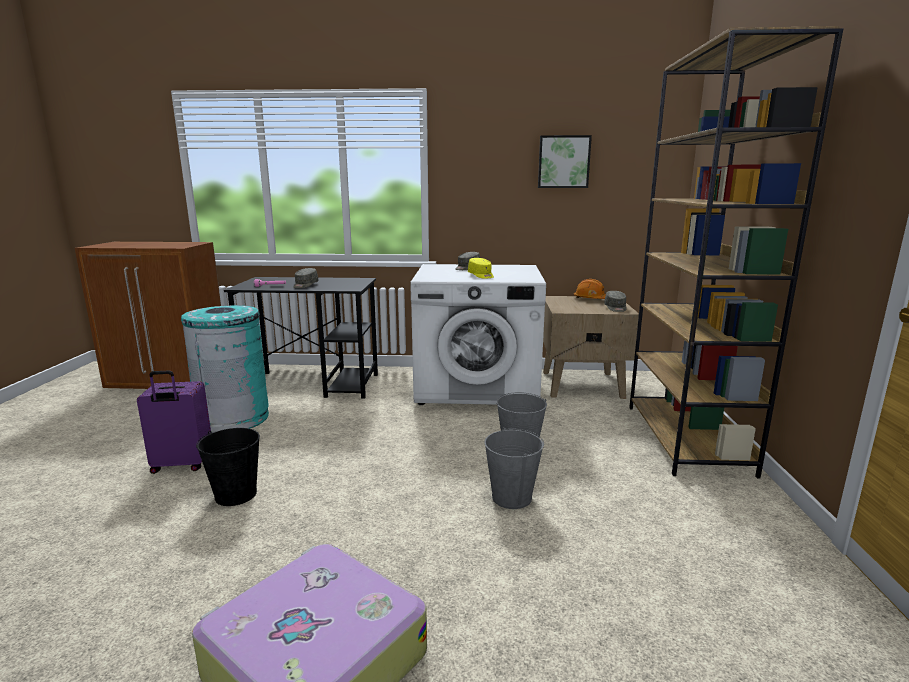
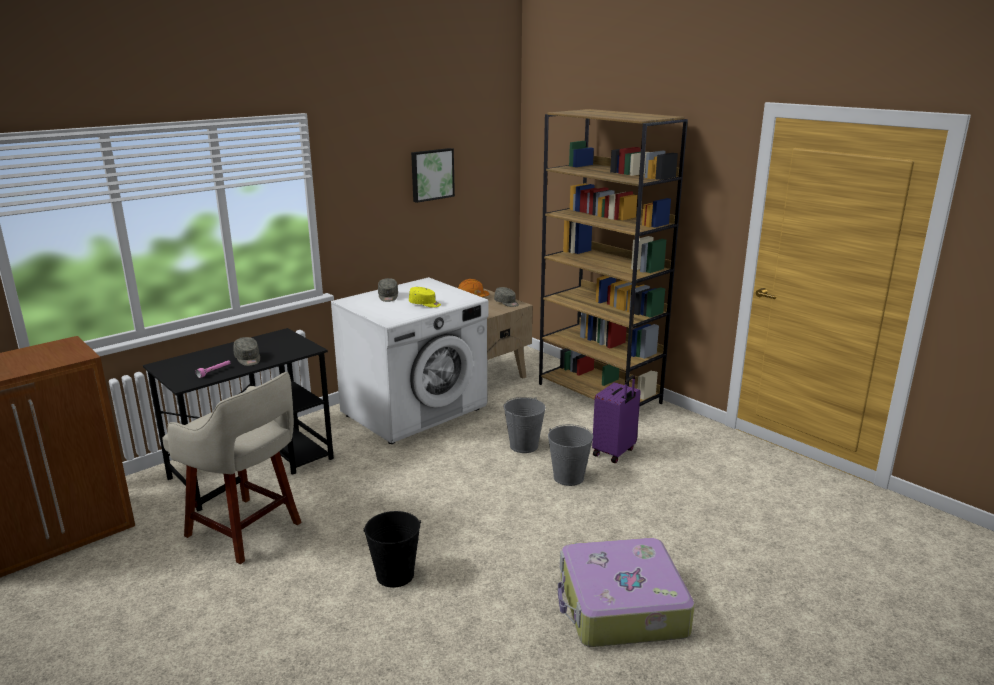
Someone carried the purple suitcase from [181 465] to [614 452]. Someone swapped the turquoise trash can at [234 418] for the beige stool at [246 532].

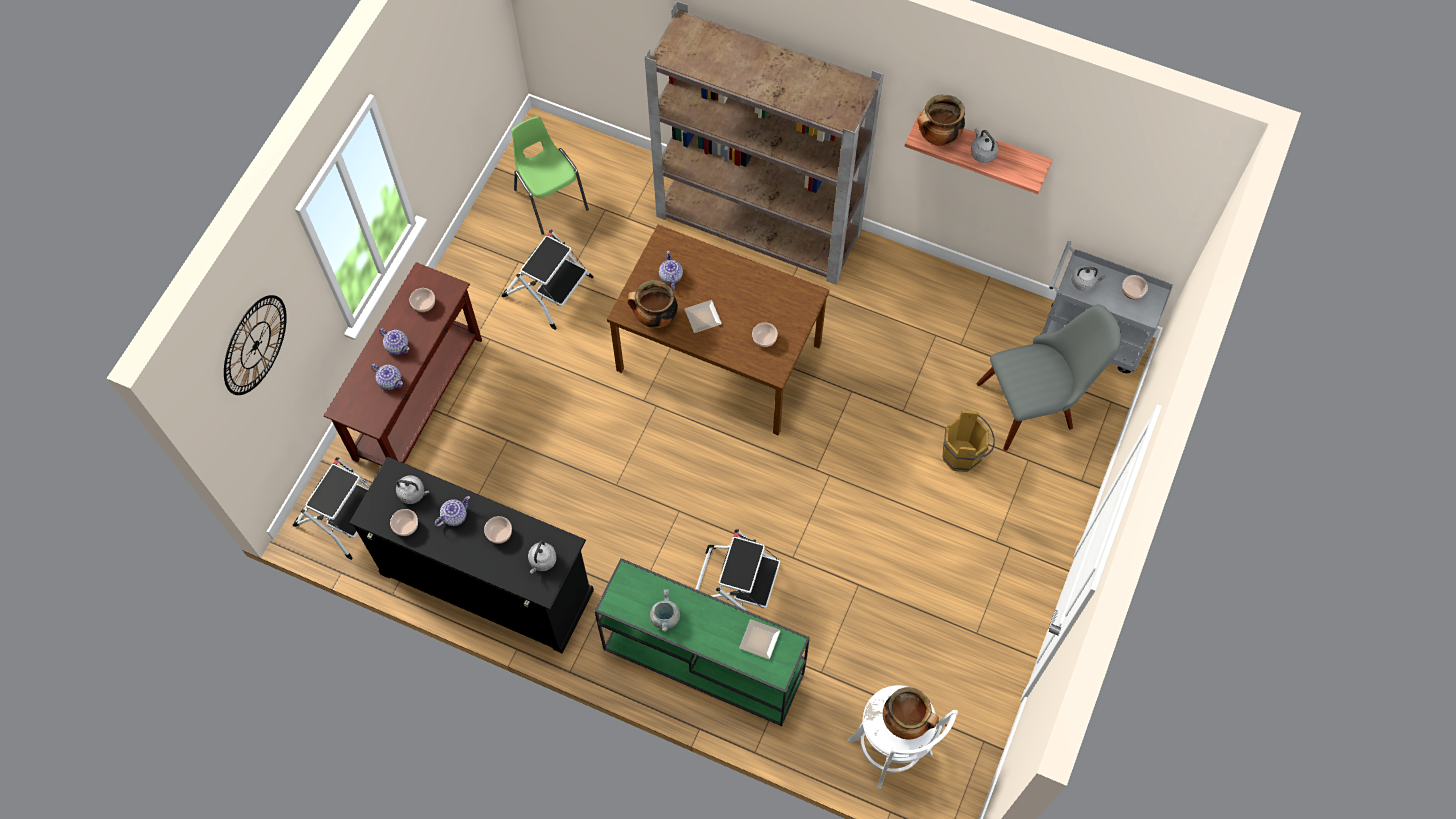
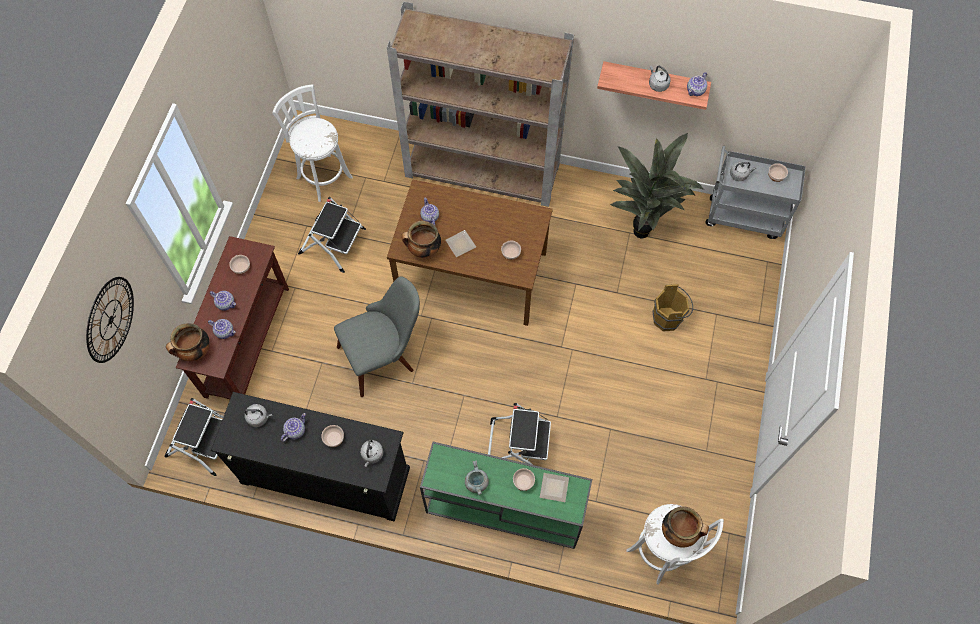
Someone put down the potted plant at [643 228]. Someone put down the teapot at [696 90]. Someone carried the bowl from [406 526] to [523 481]. Someone carried the cooking pot from [937 138] to [195 352]. Someone carried the grey chair from [1037 402] to [384 354]. Someone swapped the green chair at [550 199] for the white stool at [322 176].

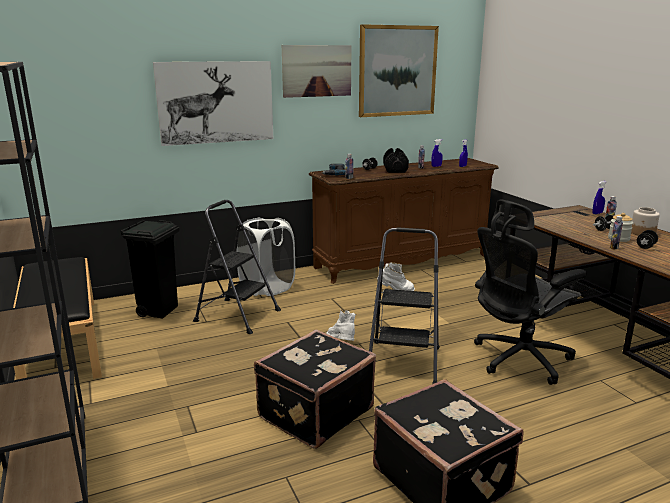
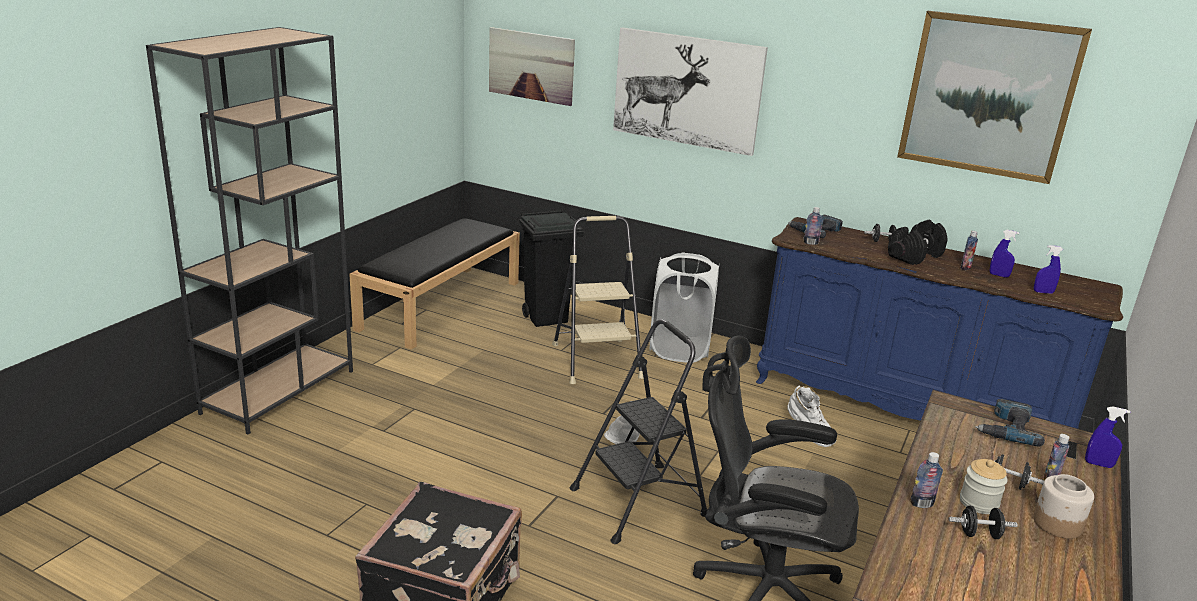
Someone took away the black suitcase at [314 412]. Someone put down the power drill at [1006 428]. Someone carried the picture from [317 71] to [531 66]. Someone repainted the black step ladder at [235 314], which became the beige step ladder at [596 358]. Someone repainted the brown cabinet at [403 262], which became the blue cabinet at [906 409].

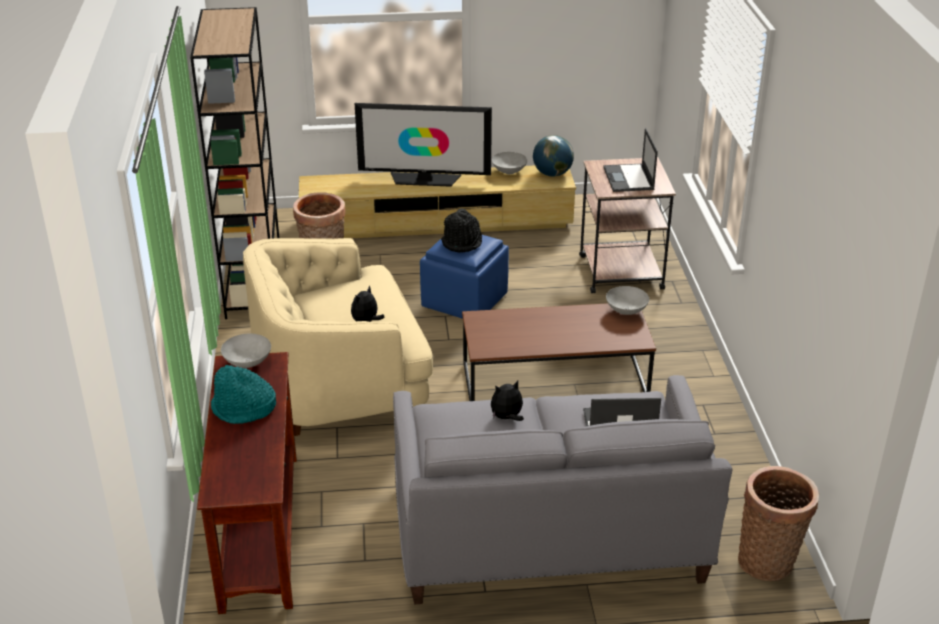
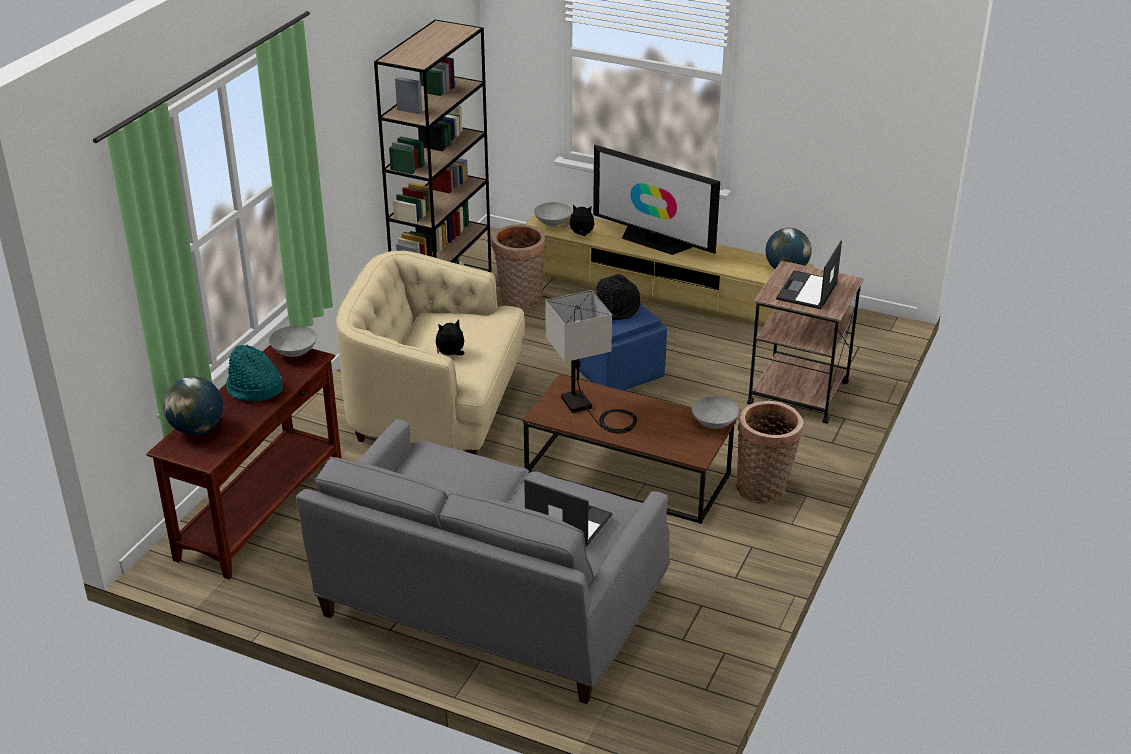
Someone put down the globe at [197 429]. Someone put down the table lamp at [593 411]. Someone carried the plush toy from [507 418] to [581 234]. Someone carried the grey bowl from [509 172] to [553 224]. Someone carried the basket from [769 561] to [764 489].

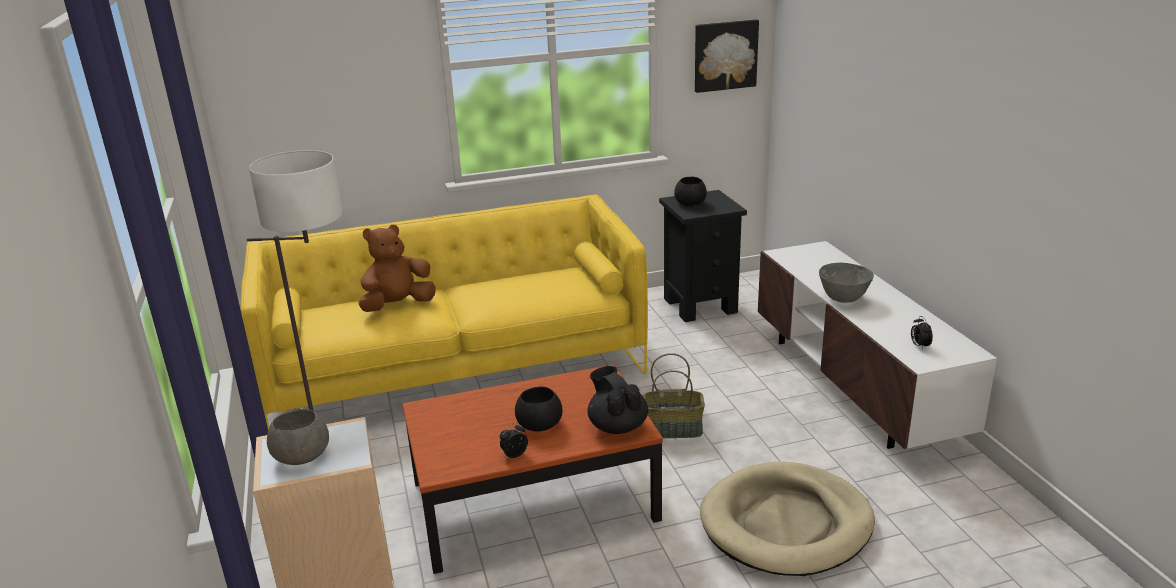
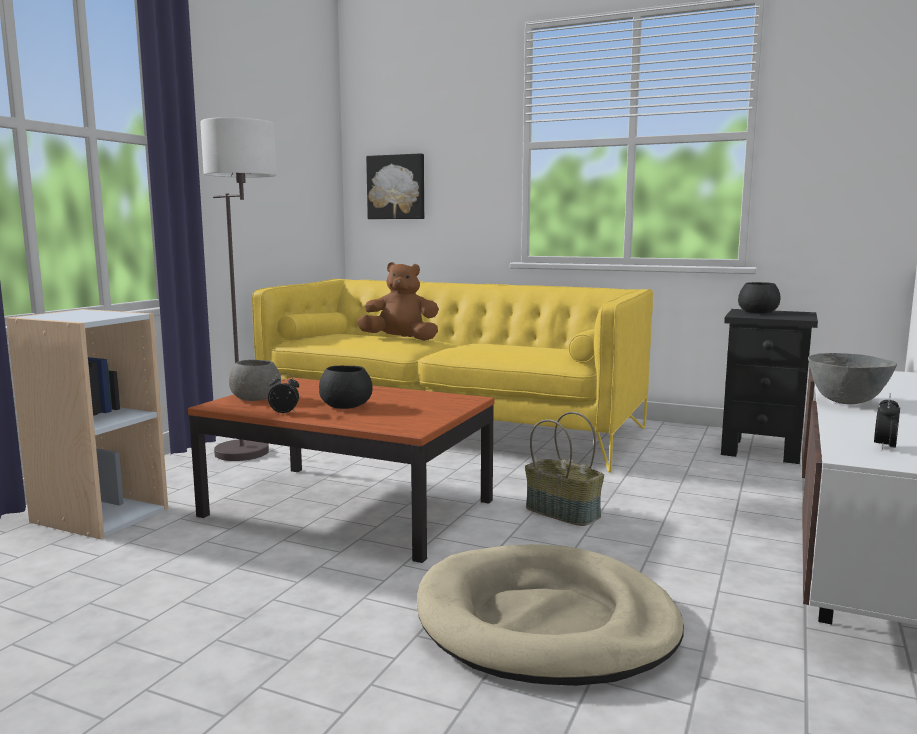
Someone took away the black teapot at [617 426]. Someone carried the grey bowl from [300 456] to [255 398]. Someone carried the picture from [725 55] to [396 187].

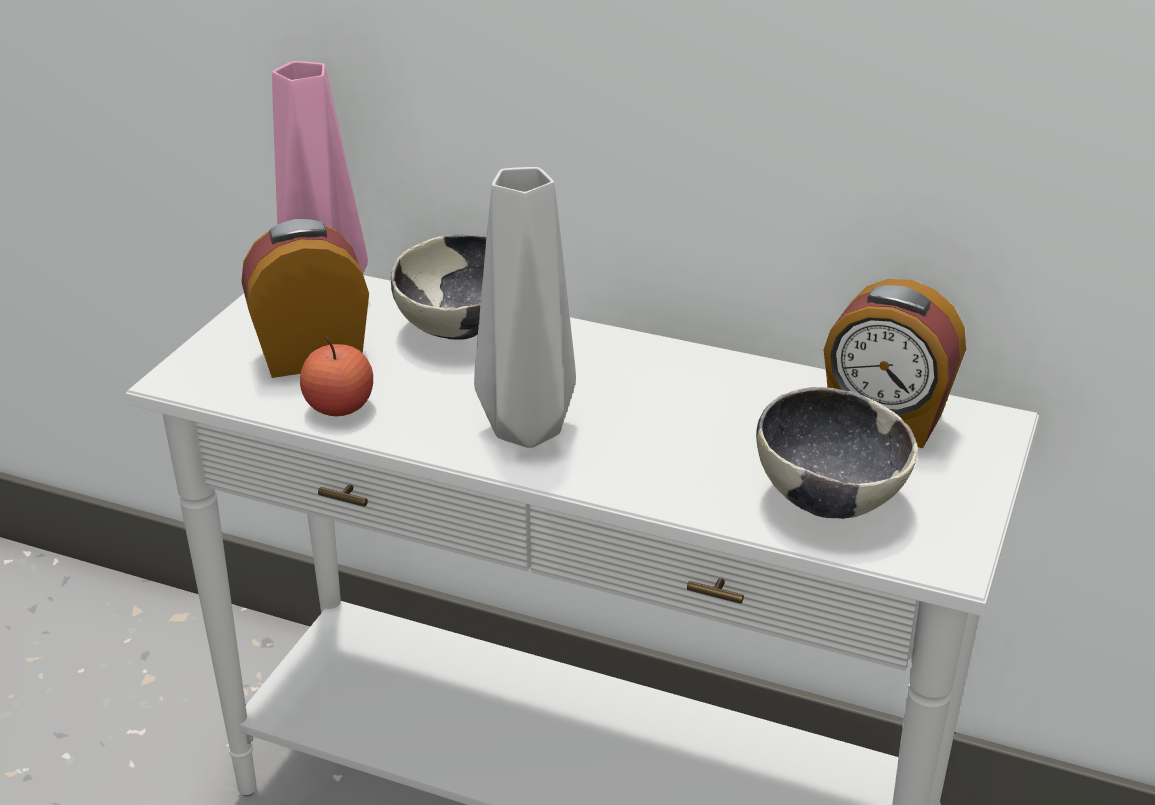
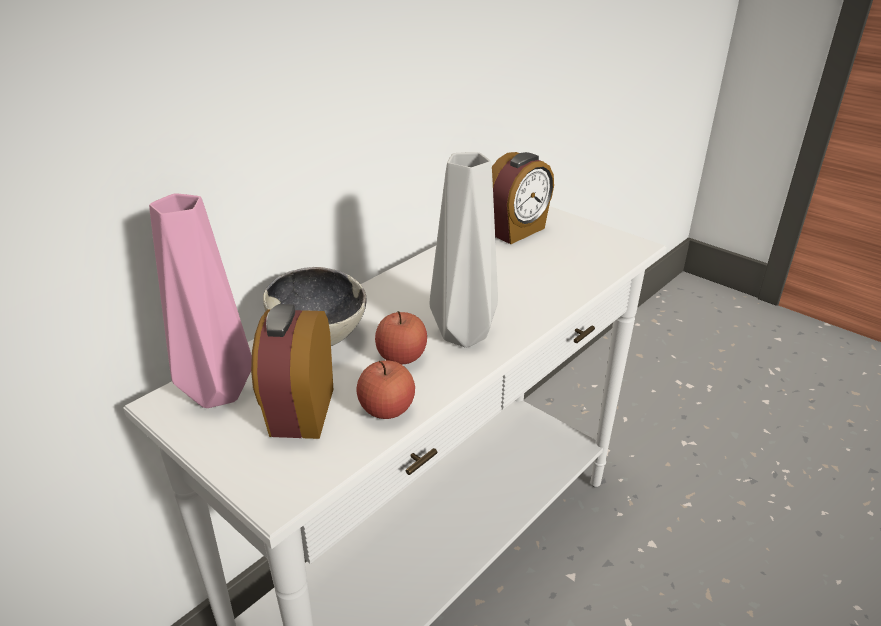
Someone took away the bowl at [829 498]. Someone put down the apple at [401 357].

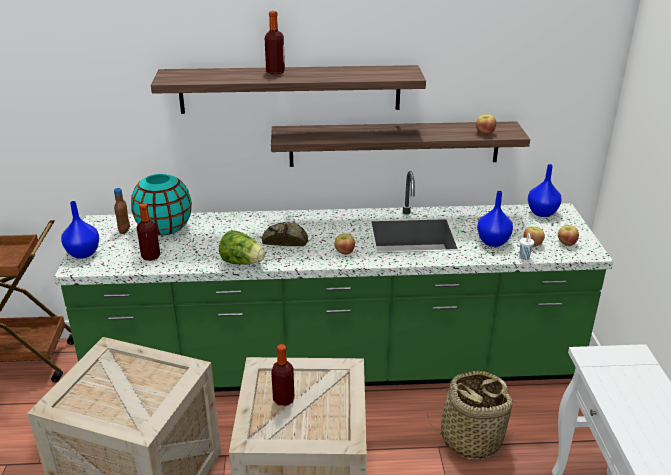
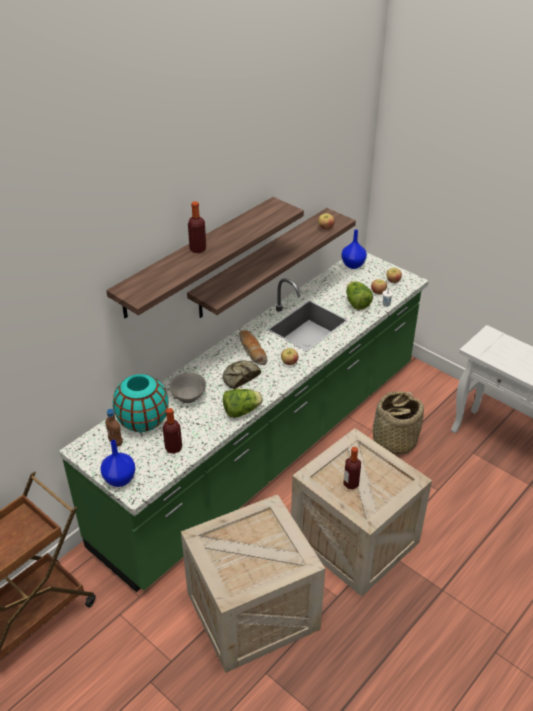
Someone put down the grey bowl at [188 396]. Someone put down the bread at [252 351]. Someone swapped the blue vase at [492 242] for the lettuce at [356 303].

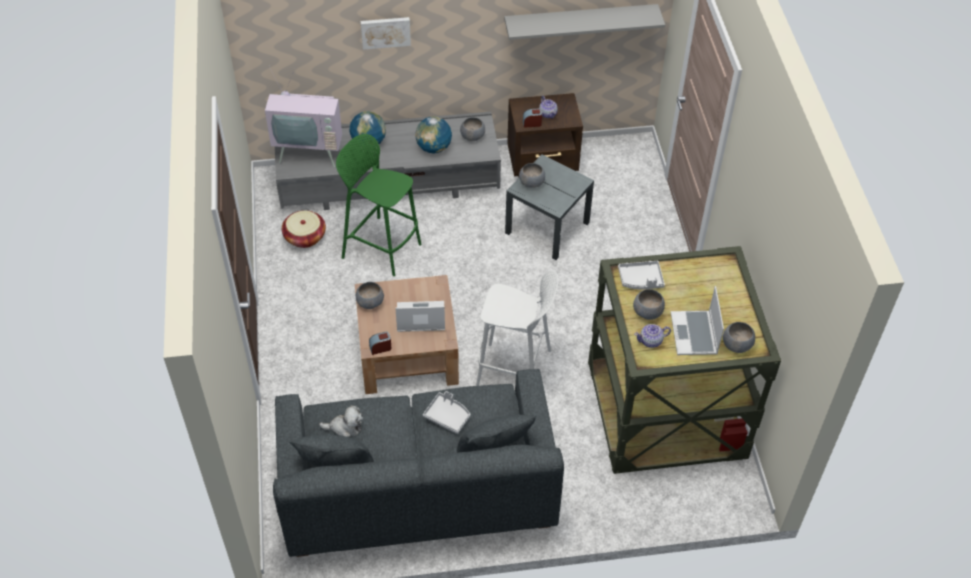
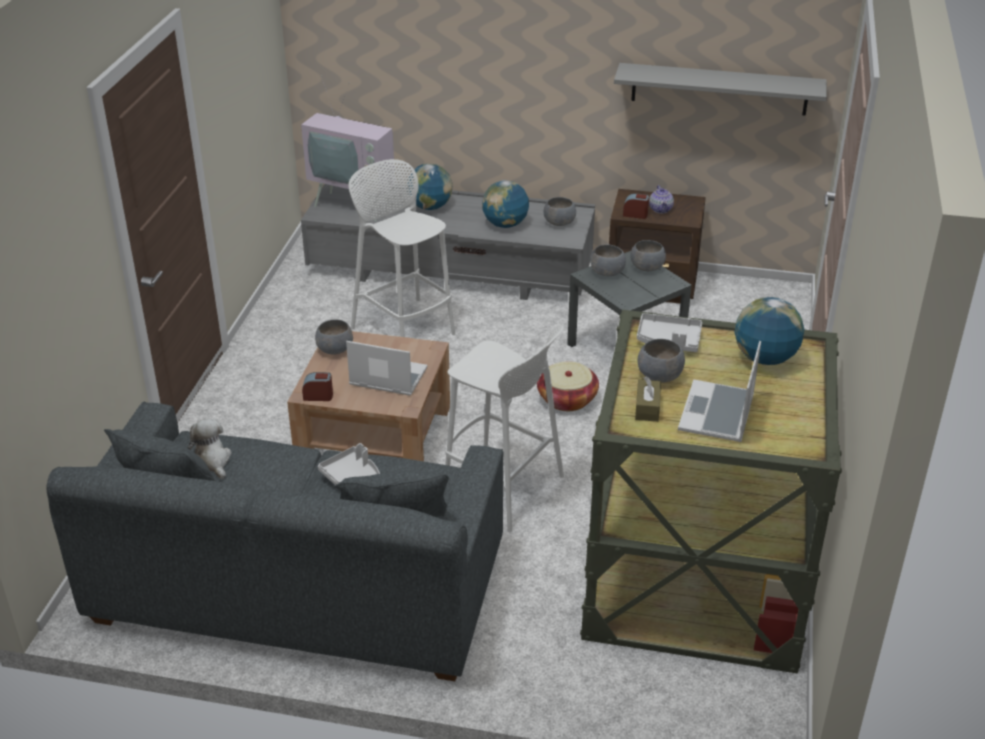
Someone took away the picture at [385 31]. Someone put down the globe at [764 358]. Someone carried the basket from [305 237] to [567 399]. Someone carried the grey bowl from [737 345] to [647 267]. Someone swapped the teapot at [651 341] for the brown tissue box at [647 407]. Someone repainted the green stool at [382 247], which became the white stool at [405 328]. Someone rotated the plush toy at [345 427] by 135 degrees counterclockwise.

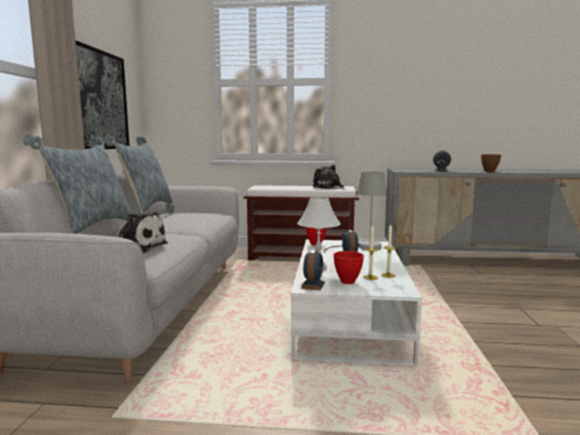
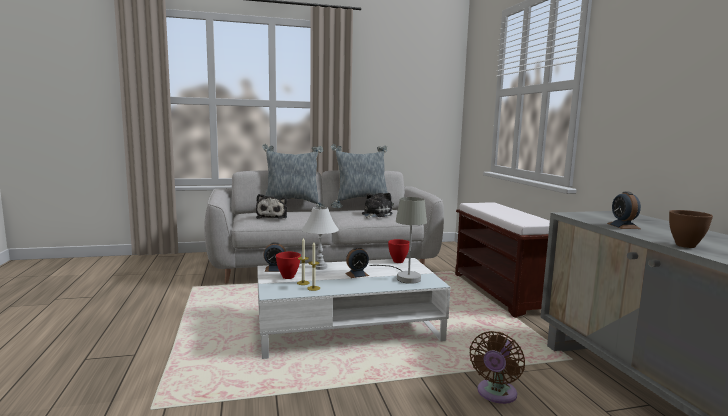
Someone took away the picture at [99 100]. Someone put down the brown fan at [495 394]. Someone carried the plush toy from [329 187] to [375 214].

